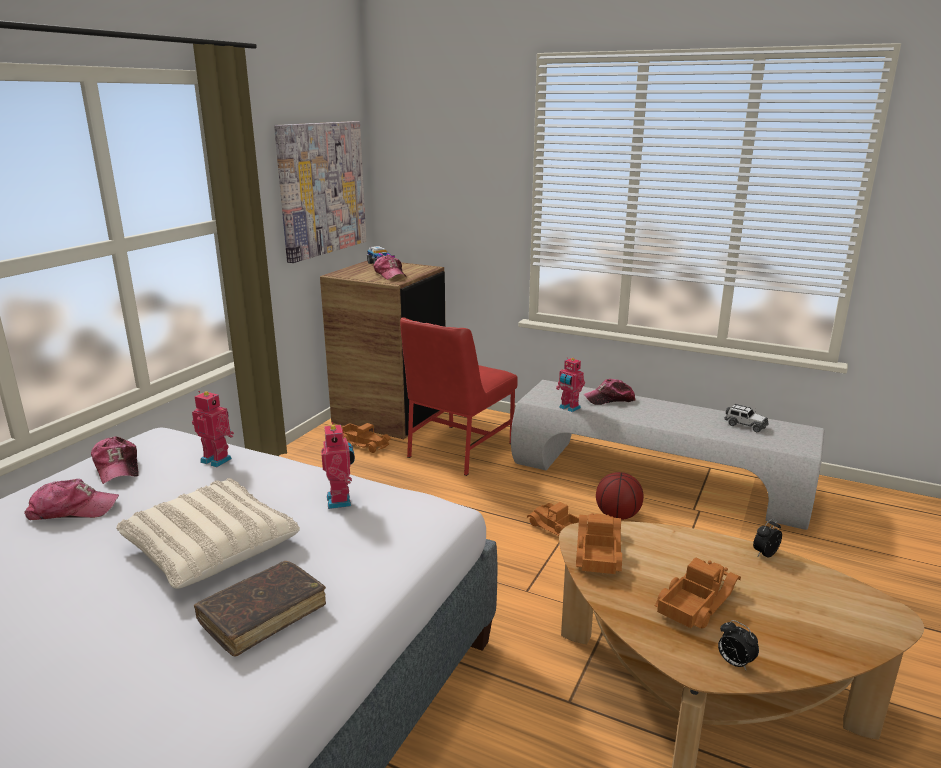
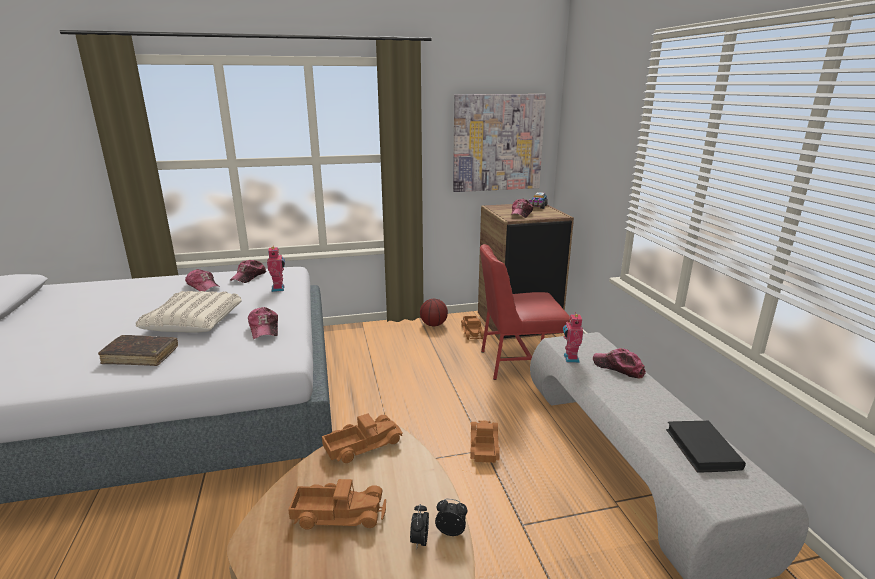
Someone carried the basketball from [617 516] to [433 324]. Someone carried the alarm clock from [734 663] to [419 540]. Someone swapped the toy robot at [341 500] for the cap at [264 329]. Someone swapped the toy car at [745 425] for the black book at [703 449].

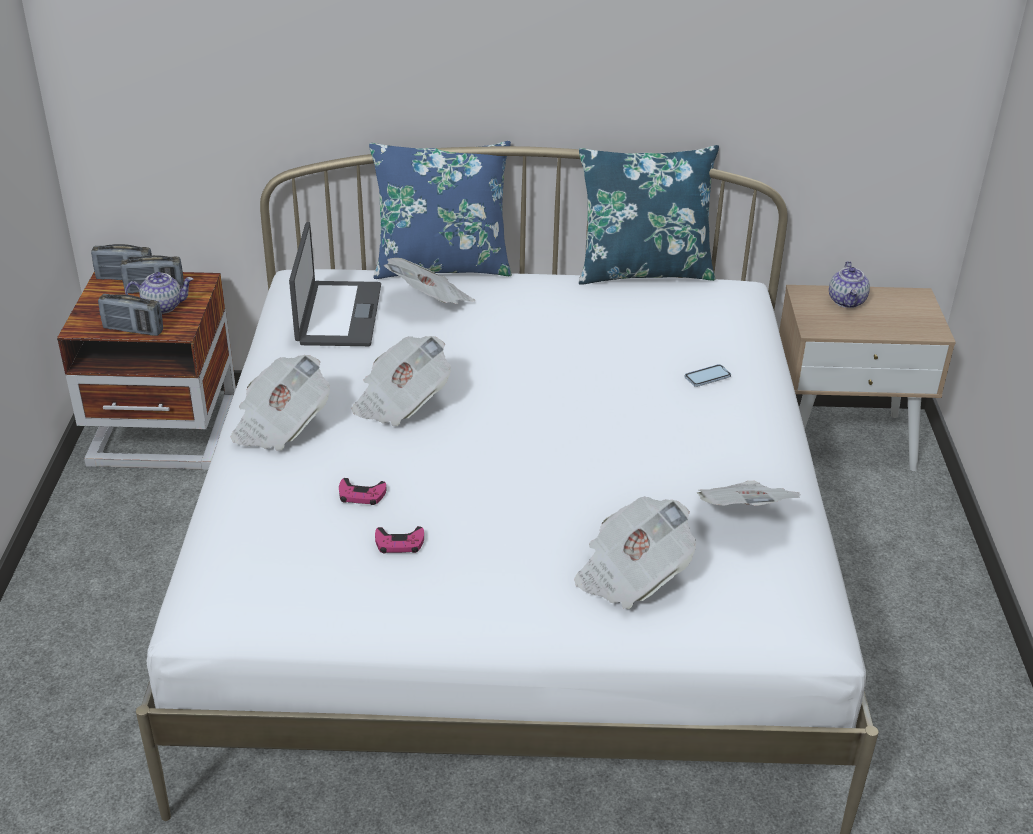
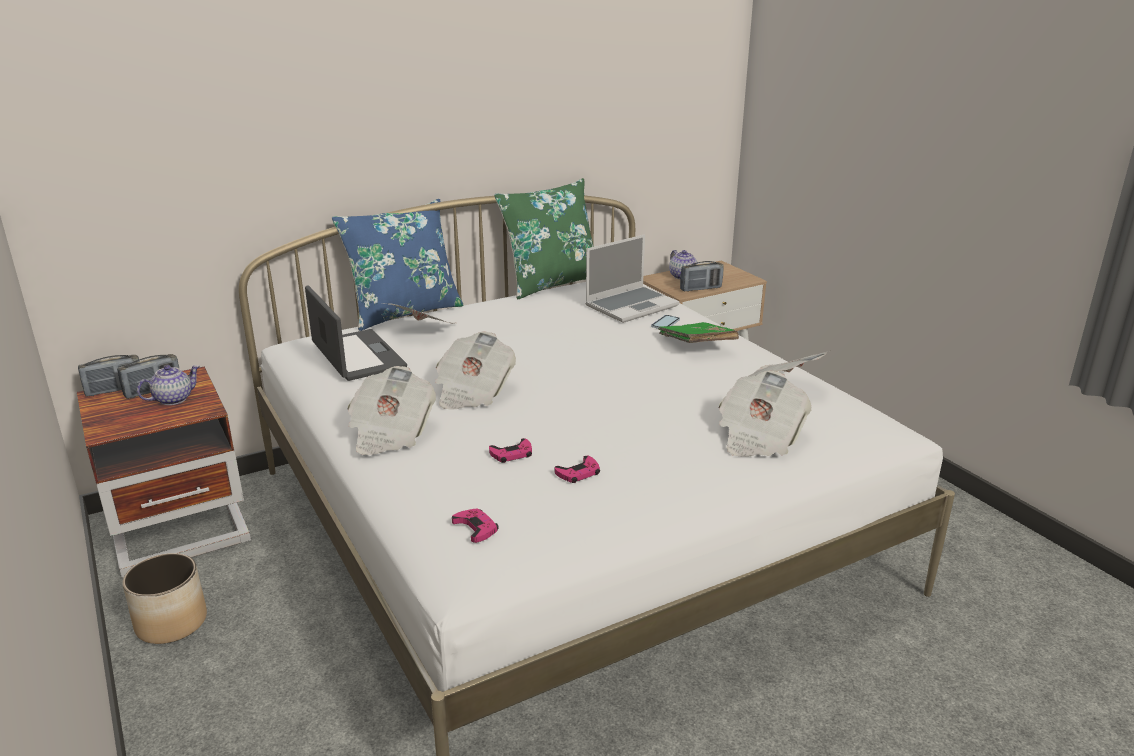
Someone put down the planter at [171 622]. Someone put down the pink game controller at [476 528]. Someone put down the laptop at [632 305]. Someone put down the green book at [696 345]. Someone carried the radio from [133 330] to [700 289]. Someone repainted the blue pillow at [643 270], which became the green pillow at [551 283].

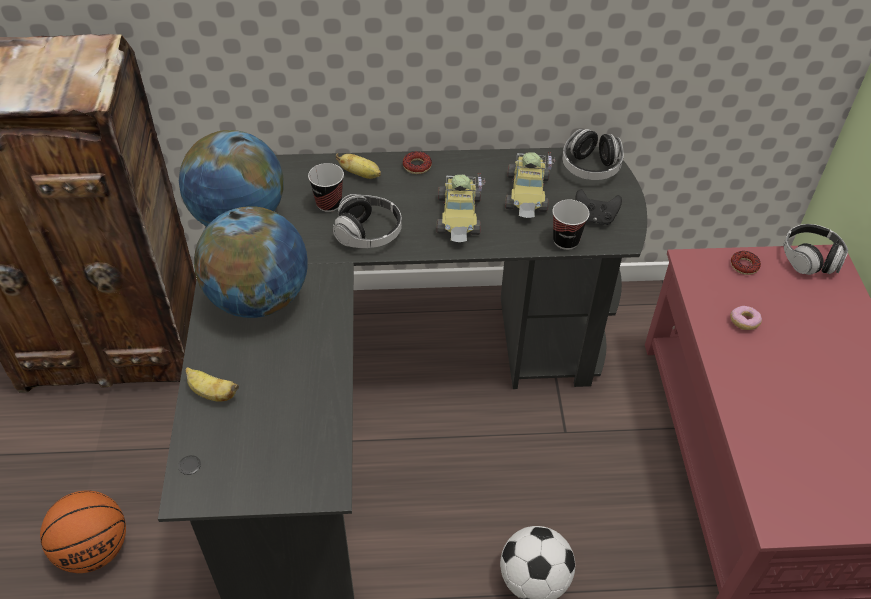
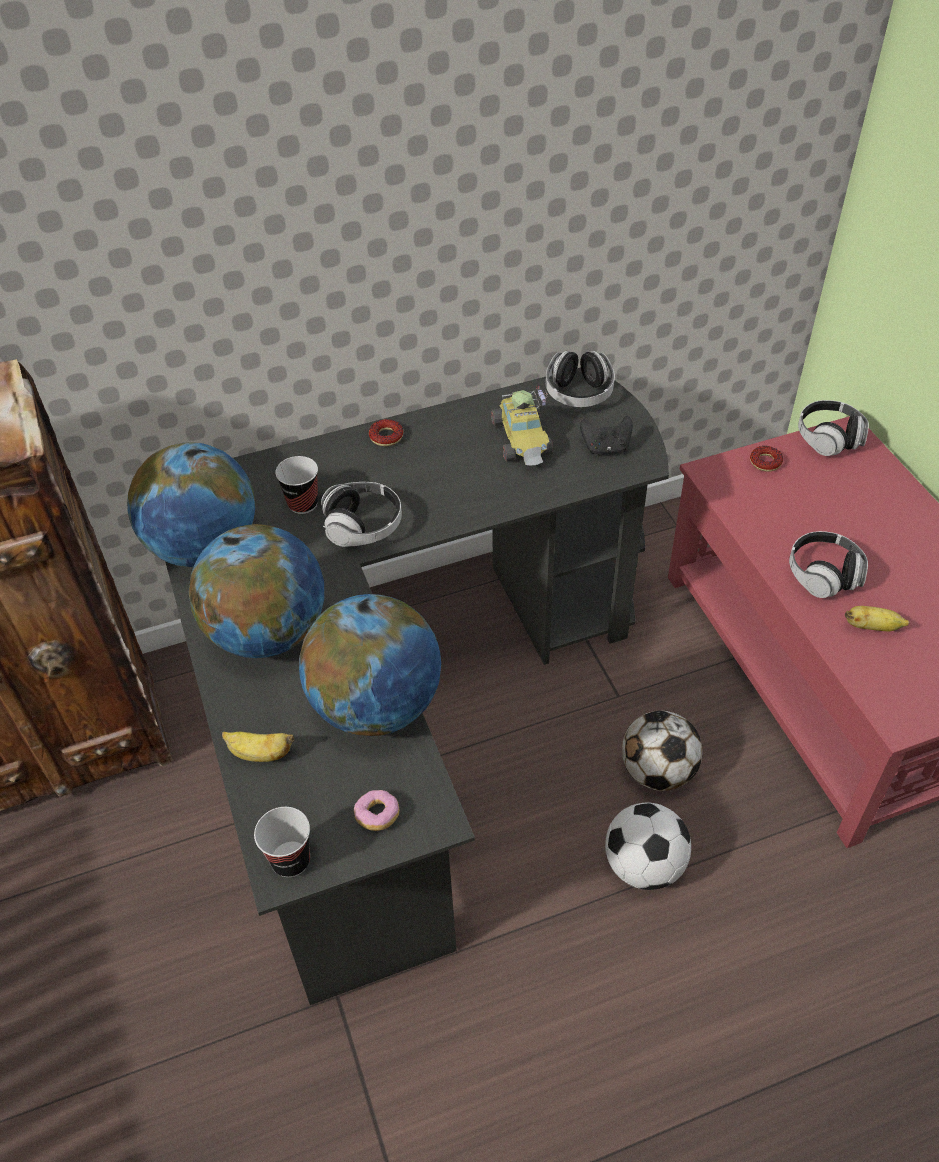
Someone took away the basketball at [94 549]. Someone took away the toy car at [460 217]. Someone put down the globe at [376 705]. Someone put down the football at [657 771]. Someone put down the headphones at [823 575]. Someone carried the banana from [361 174] to [872 627]. Someone carried the cup from [566 241] to [290 860]. Someone carried the donut from [744 322] to [377 815].

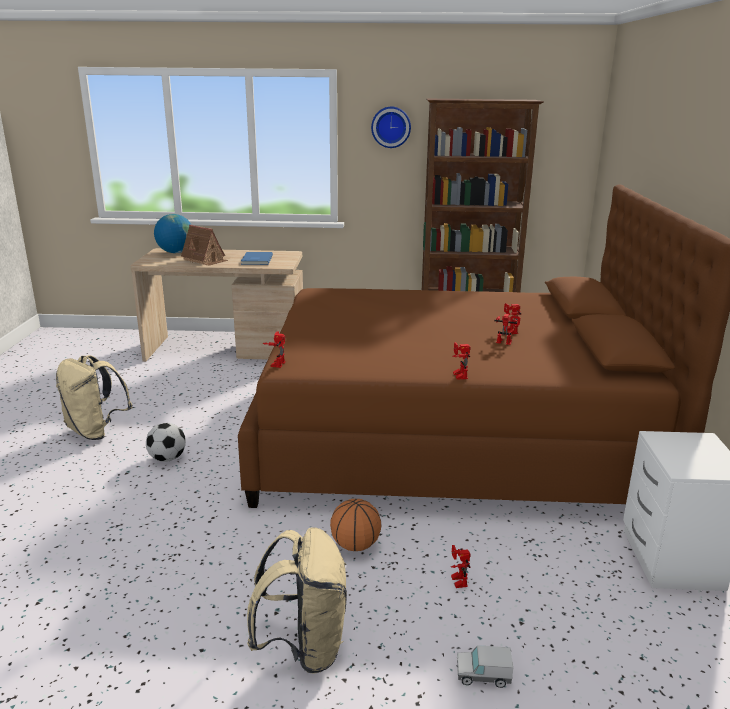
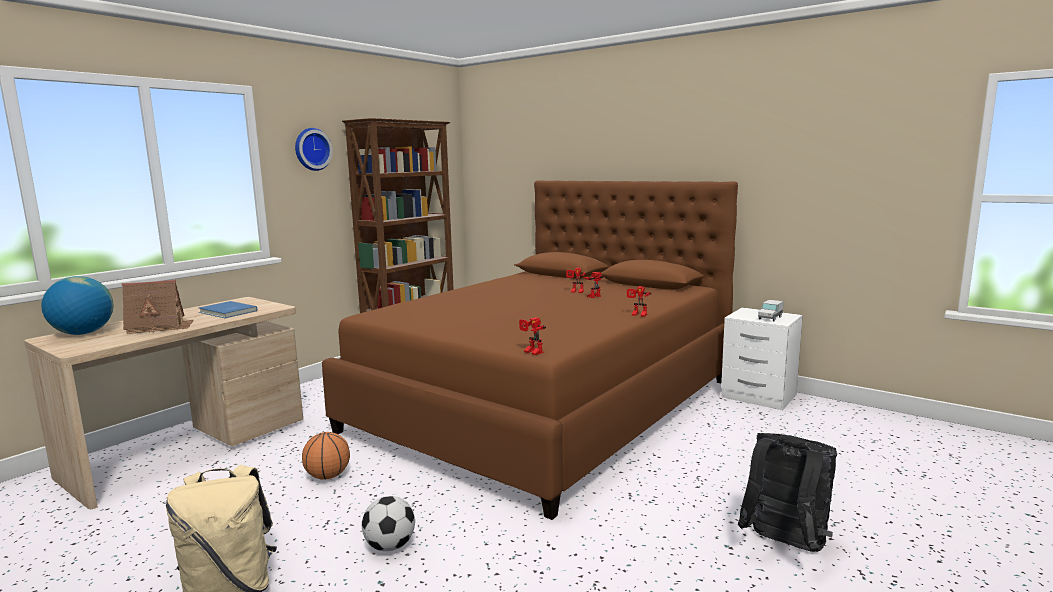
Someone took away the toy robot at [456 580]. Someone carried the basketball from [355 545] to [328 476]. Someone carried the toy truck from [483 676] to [770 318]. Someone repainted the beige backpack at [304 647], which became the black backpack at [784 546].

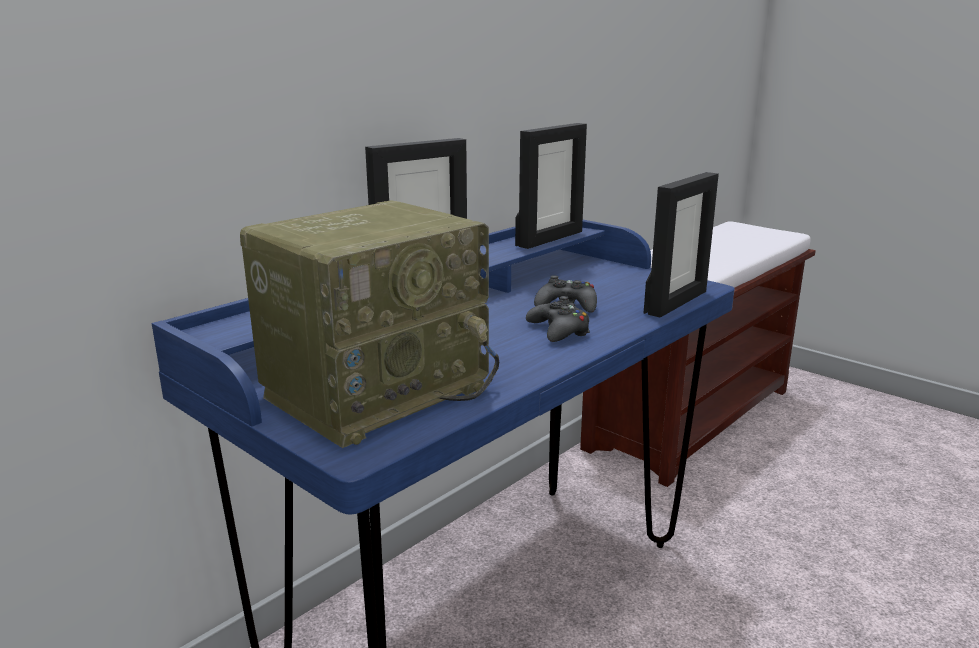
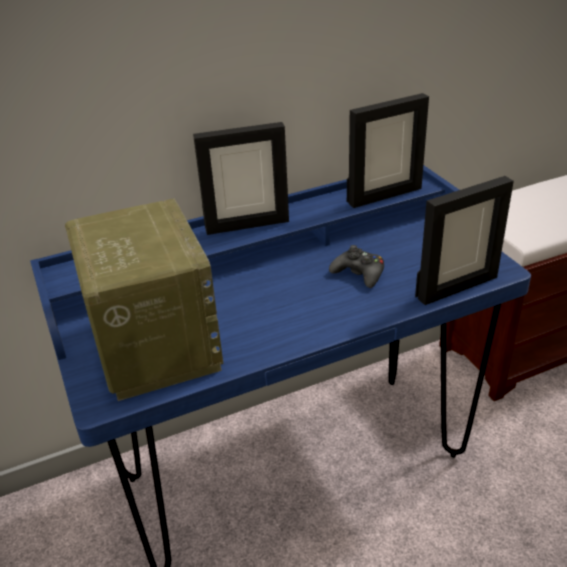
Someone took away the black game controller at [559 331]. Someone rotated the radio at [377 390] by 90 degrees counterclockwise.

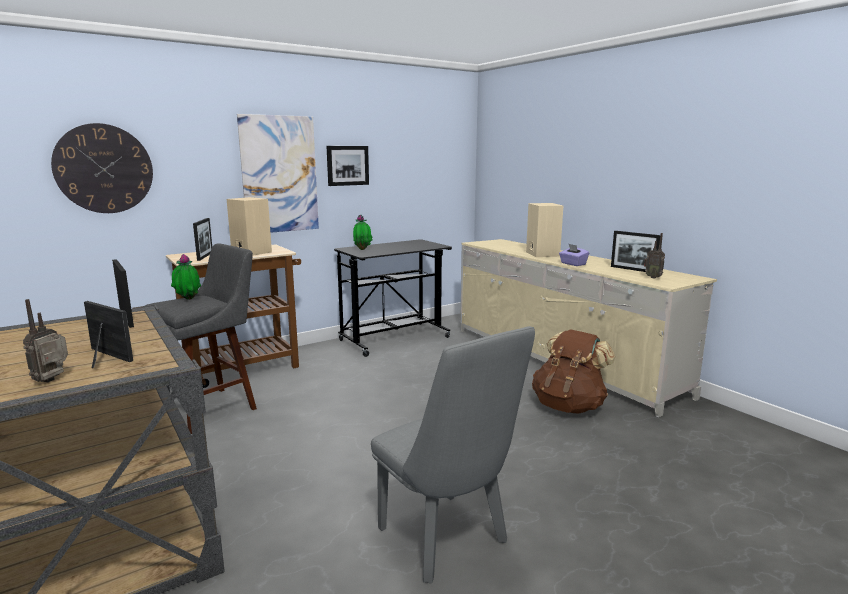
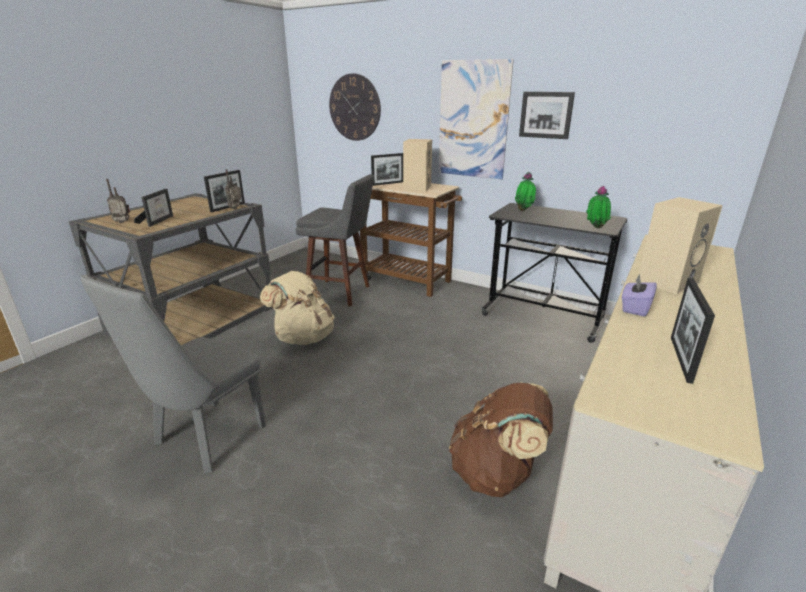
Someone put down the beige backpack at [303 337]. Someone carried the potted plant from [187 300] to [595 228]. Someone carried the radio from [653 277] to [236 208].

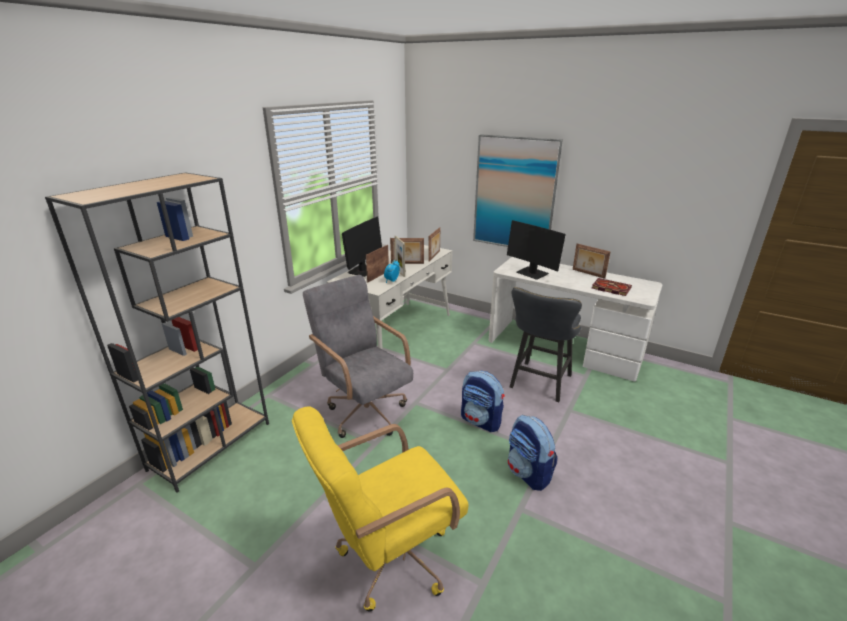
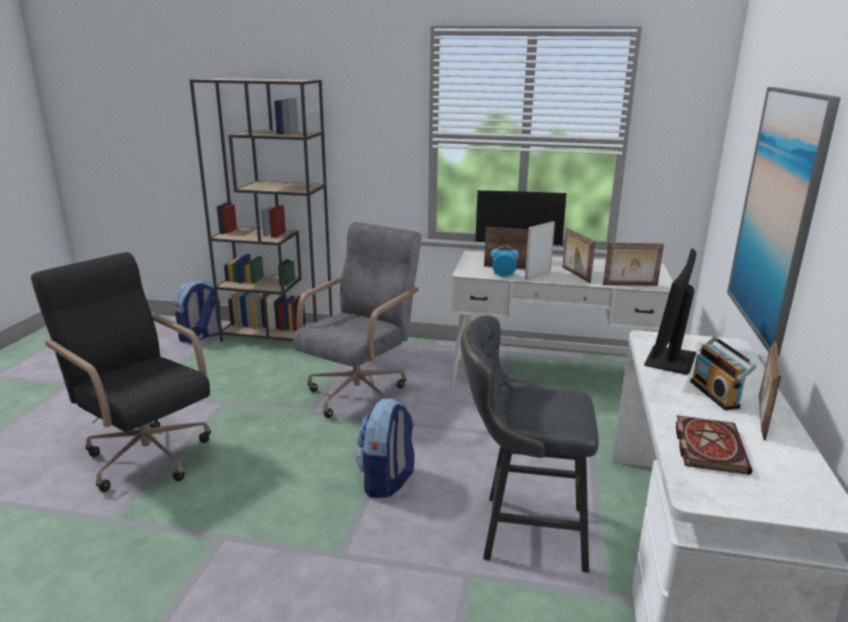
Someone put down the radio at [717 394]. Someone carried the backpack from [528 473] to [200 337]. Someone repainted the yellow office chair at [389 561], which became the black office chair at [145 455].

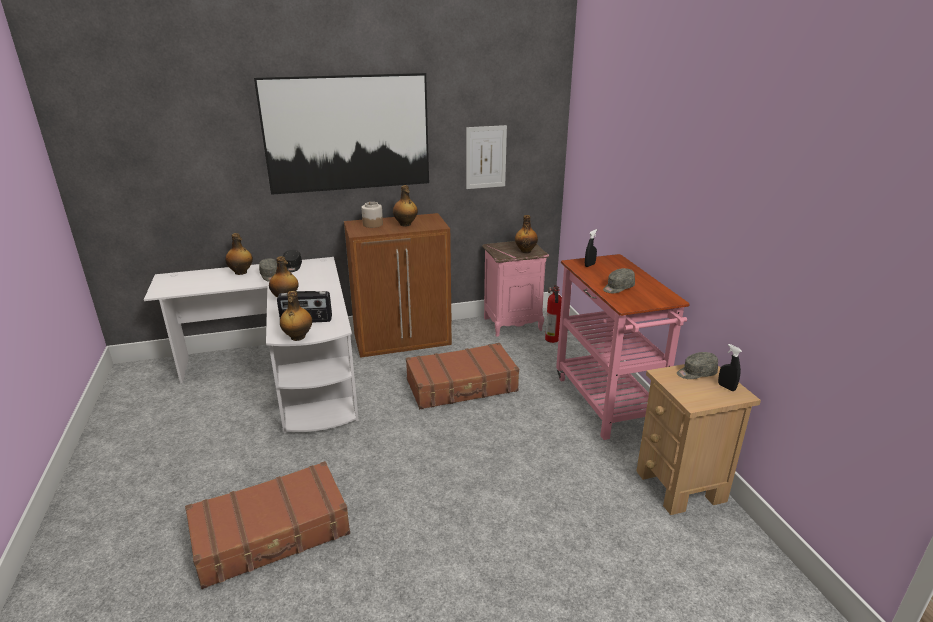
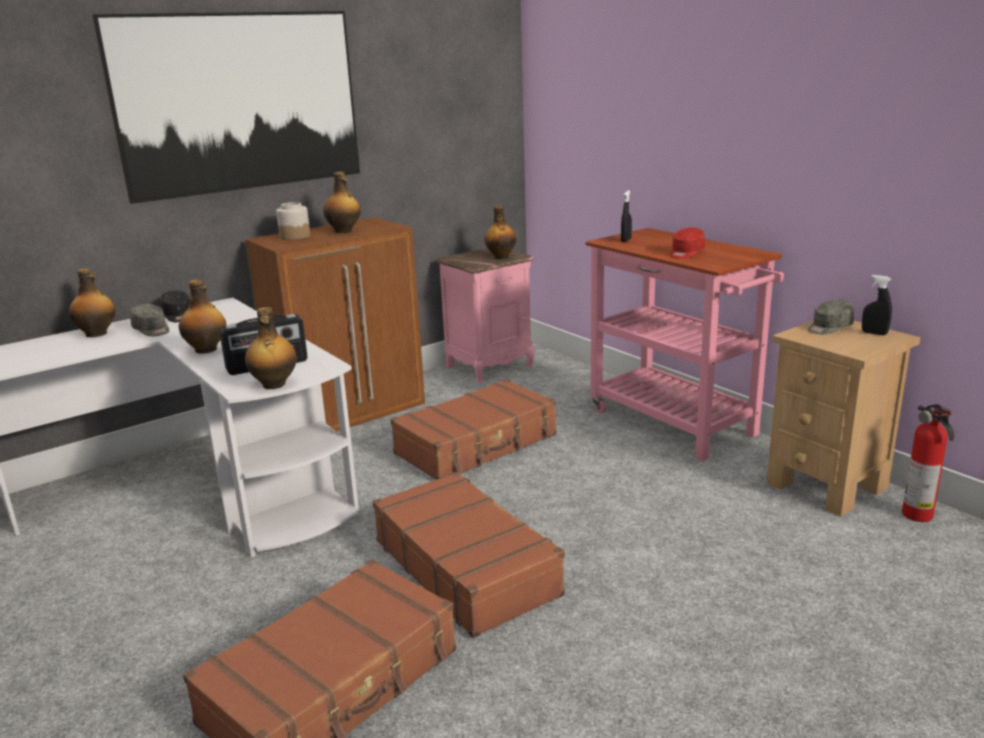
Someone took away the picture at [486 157]. Someone put down the brown suitcase at [466 567]. Someone carried the fire extinguisher from [552 339] to [919 515]. Someone repainted the grey cap at [618 288], which became the red cap at [685 253].

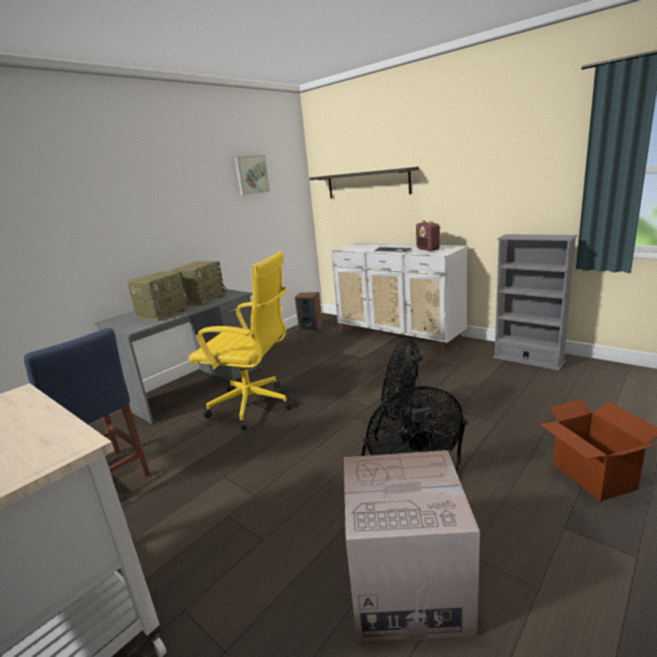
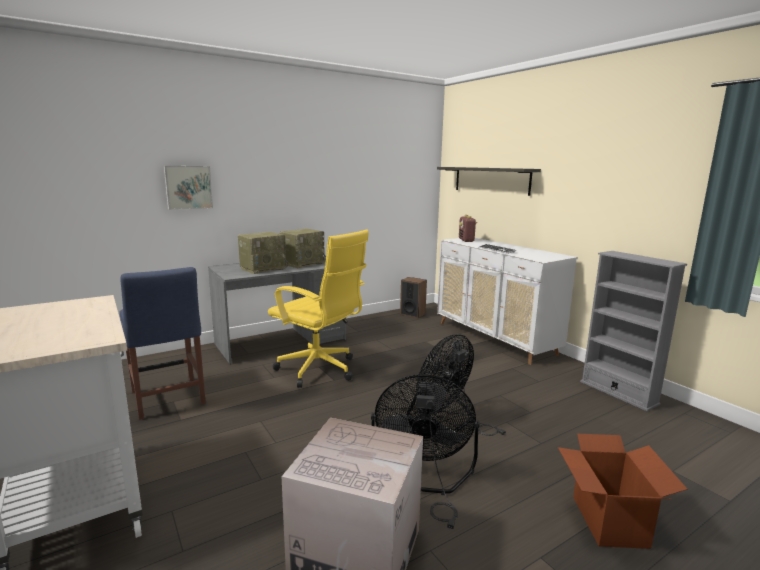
Someone carried the picture from [251 175] to [188 187]. Someone carried the radio from [428 249] to [466 240].

